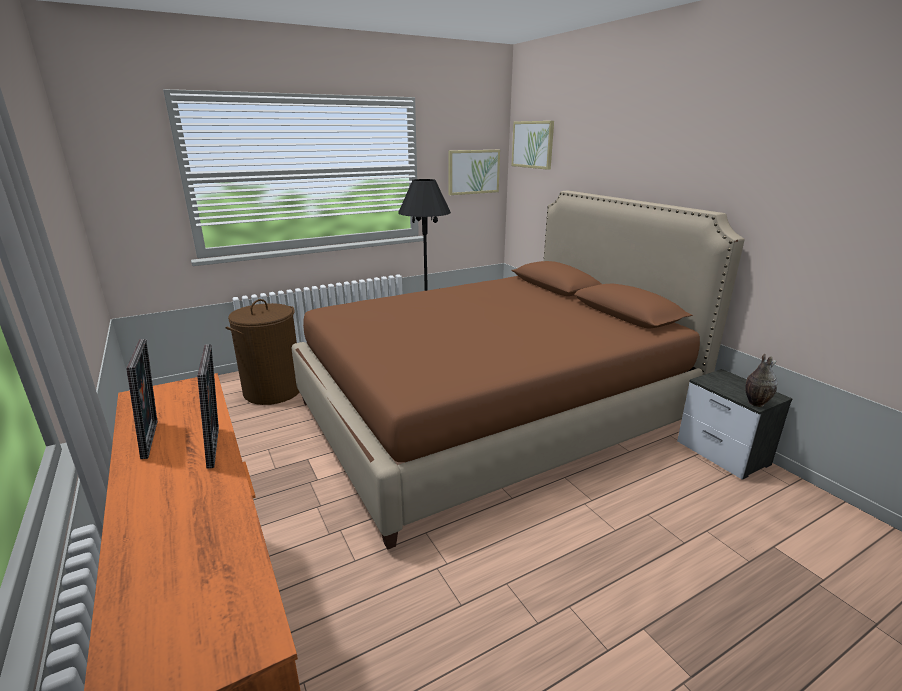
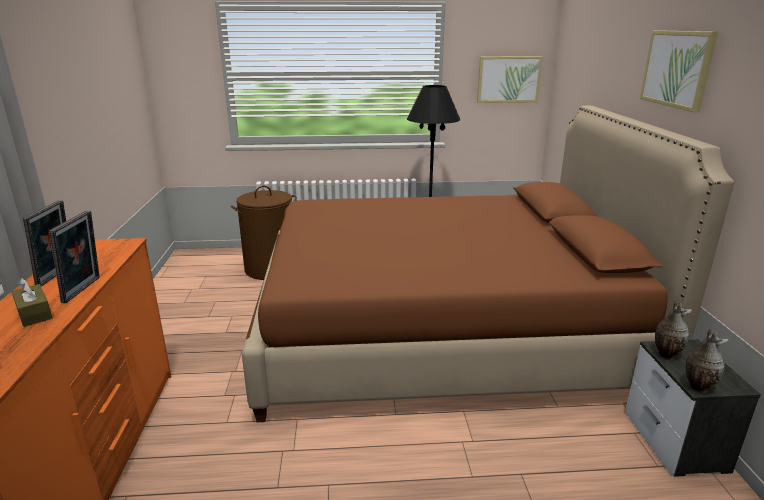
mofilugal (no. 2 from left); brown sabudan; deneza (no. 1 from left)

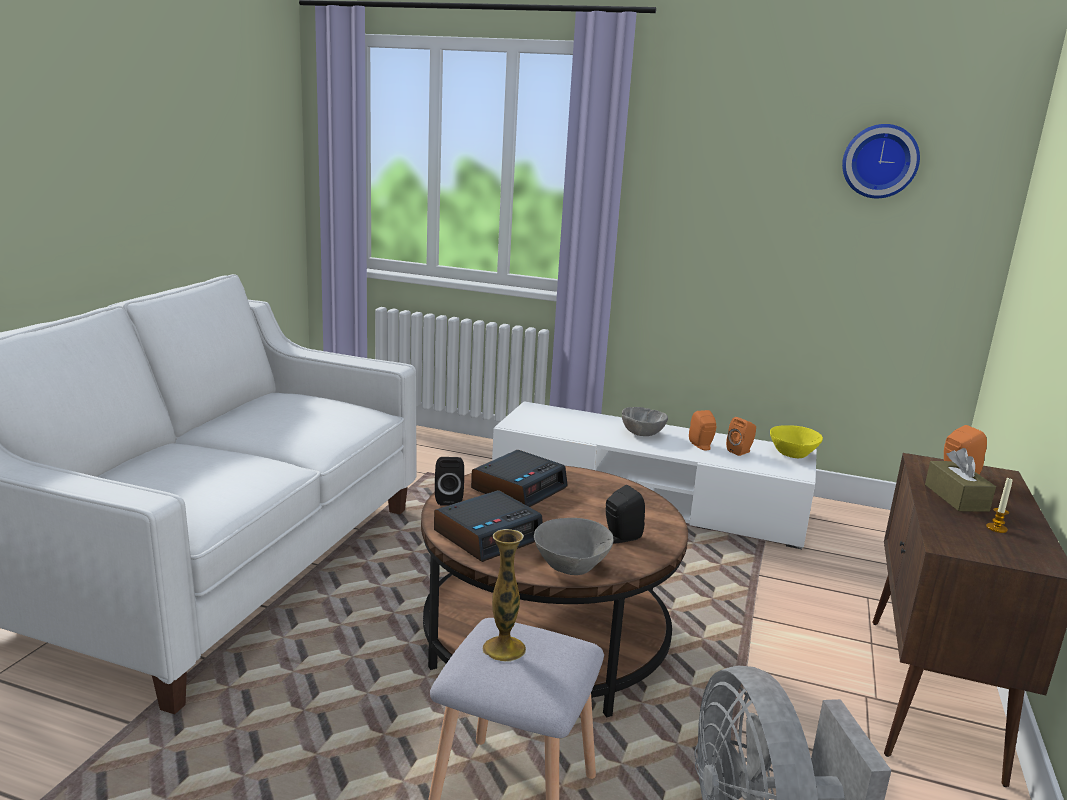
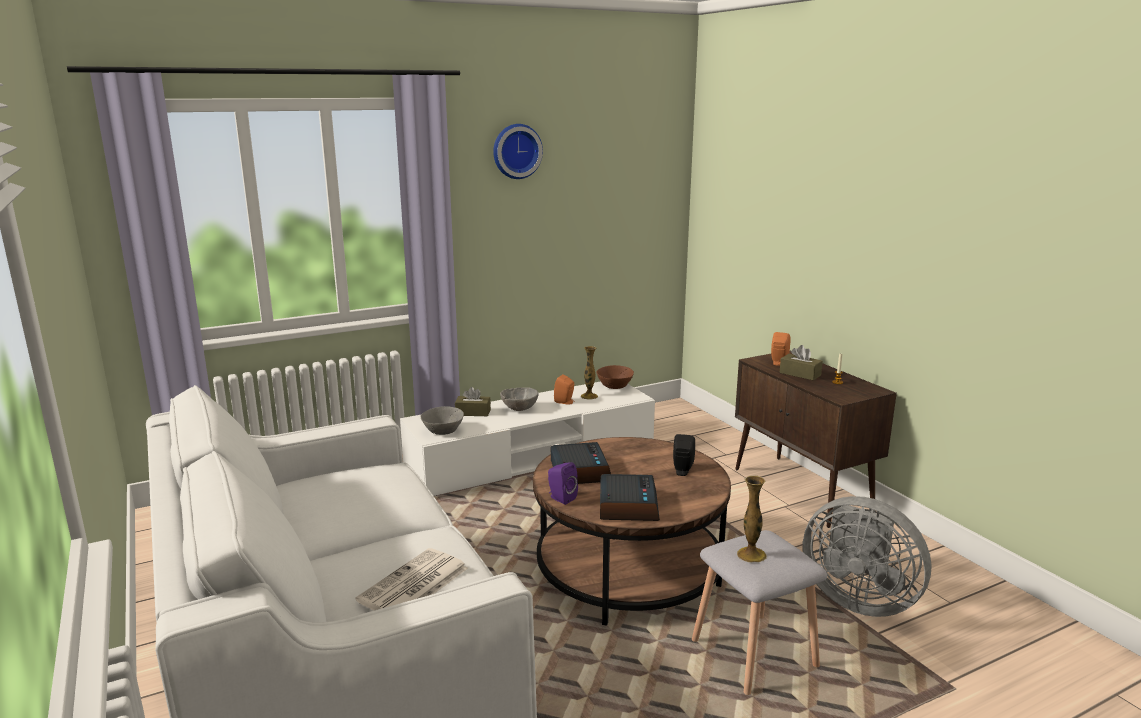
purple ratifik; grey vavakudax (no. 1 from left); deneza (no. 1 from left); brown vavakudax; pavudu; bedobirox; brown sabudan (no. 1 from left)

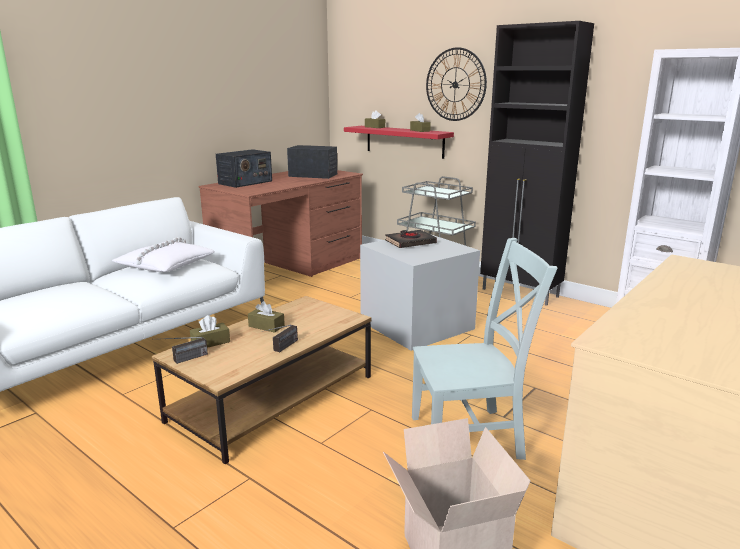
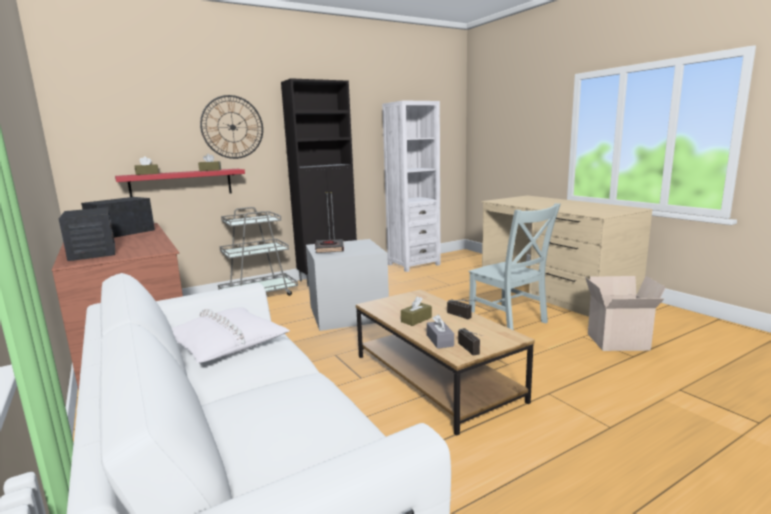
grey sabudan; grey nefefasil

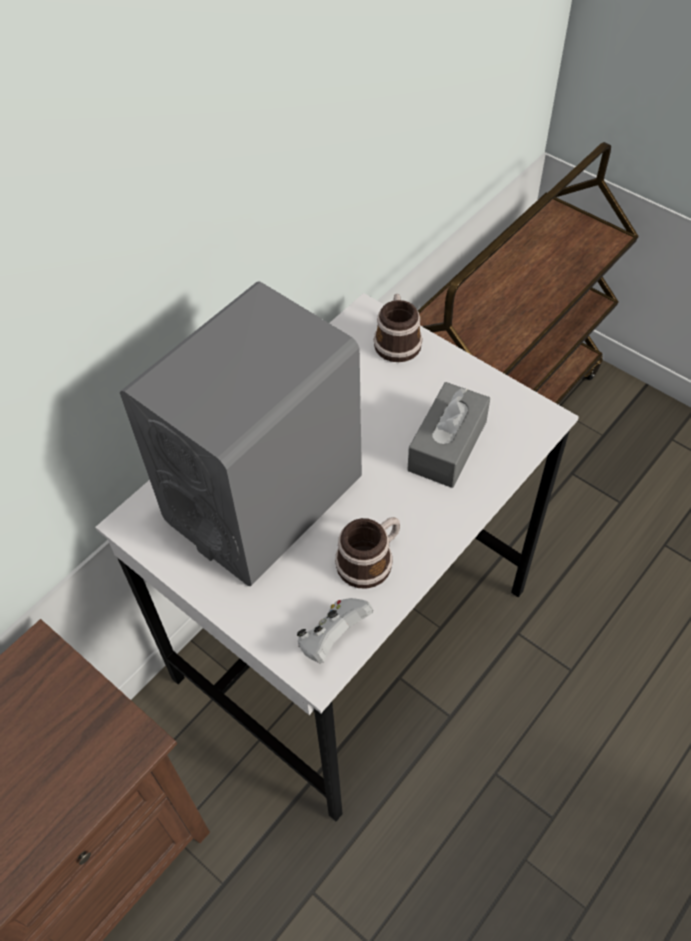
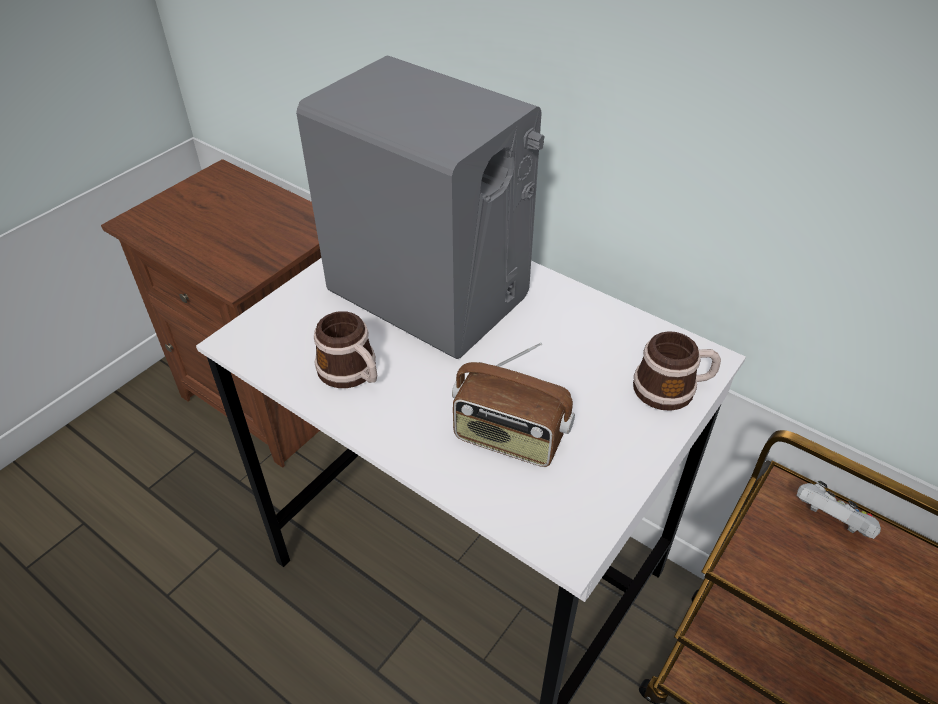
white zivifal; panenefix

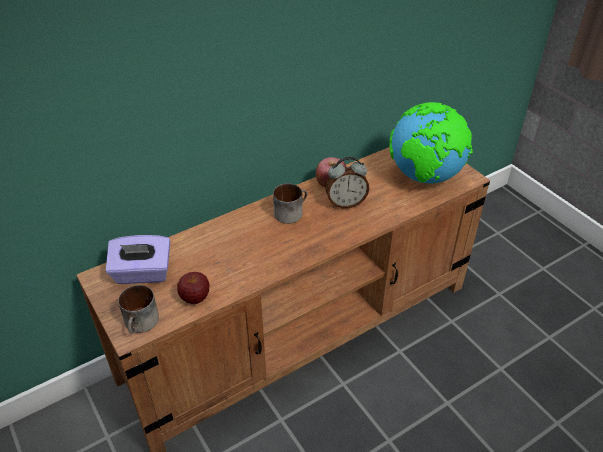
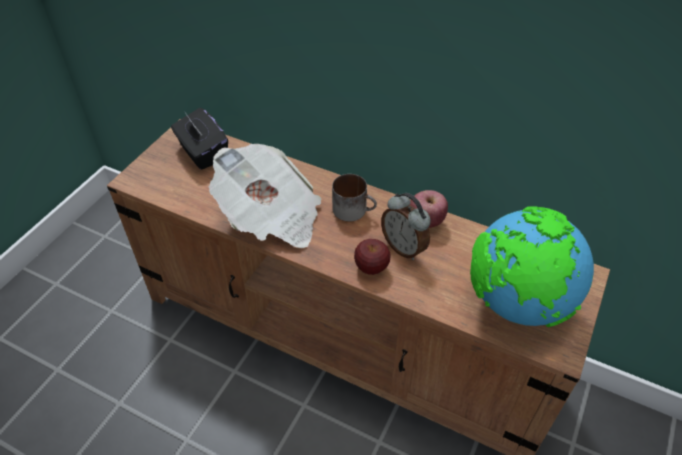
black sabudan; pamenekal (no. 1 from left in the first image); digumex (no. 1 from left); bedobirox

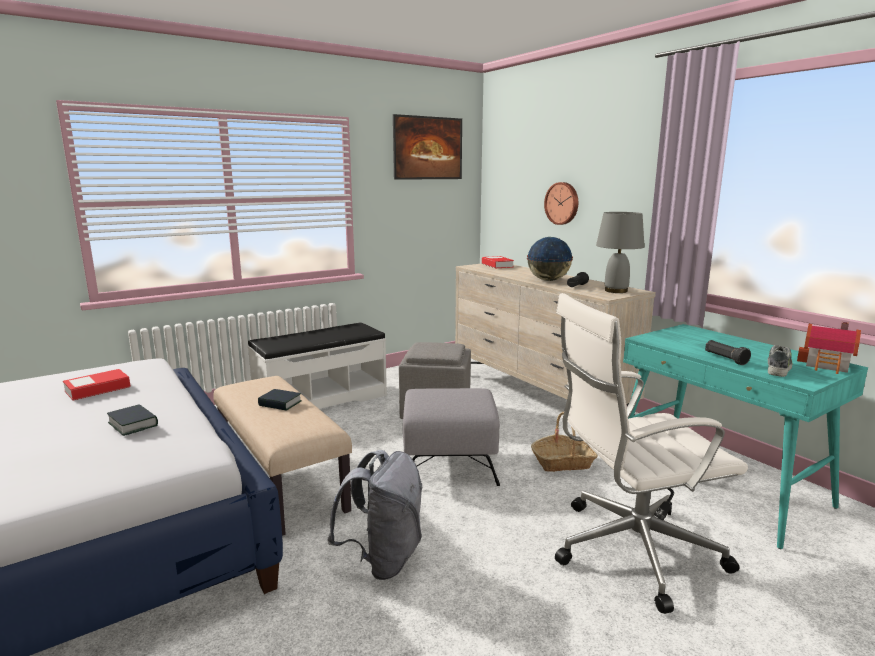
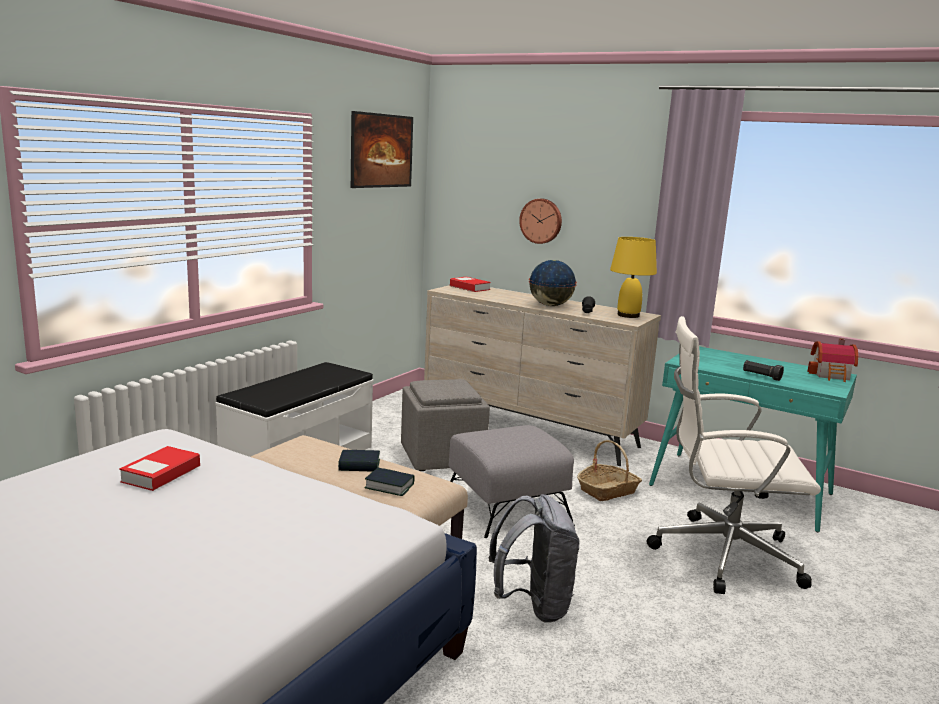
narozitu (no. 3 from left); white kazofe; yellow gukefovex; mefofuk

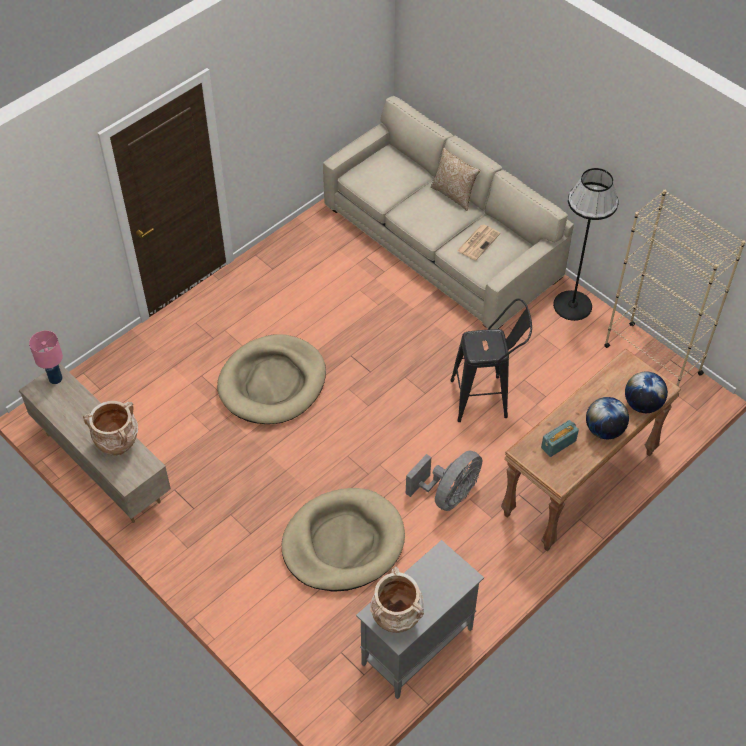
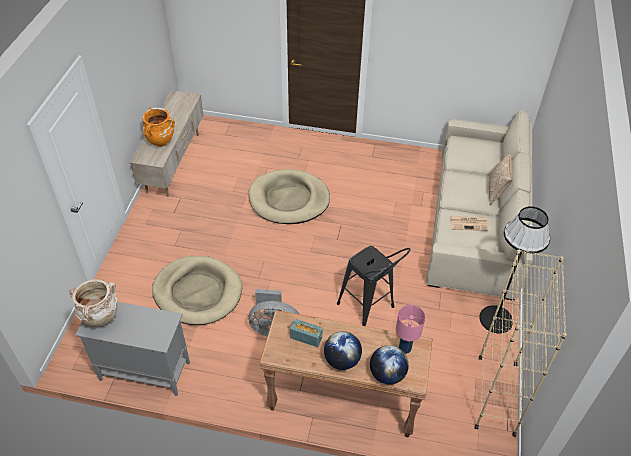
pink gukefovex; orange deneza

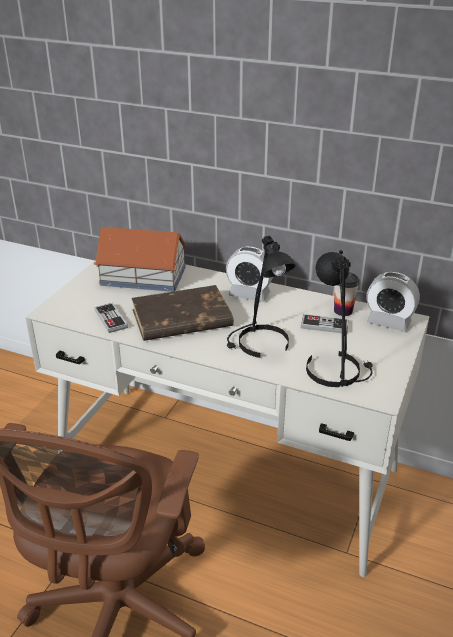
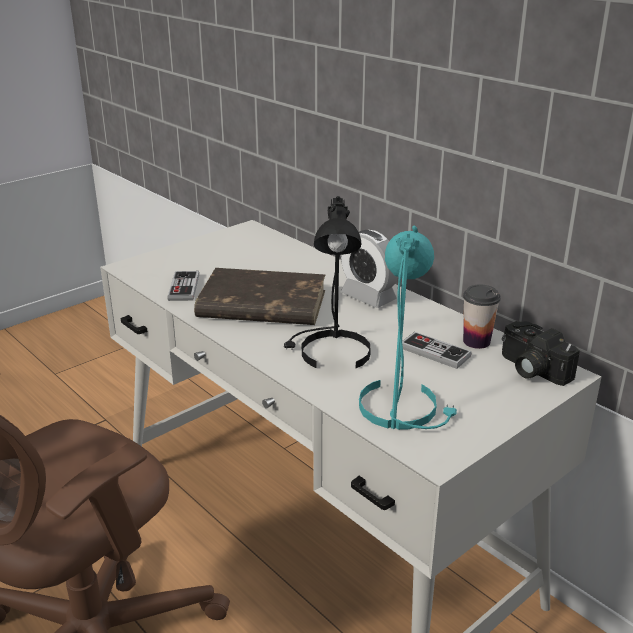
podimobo; turquoise gukefovex; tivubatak

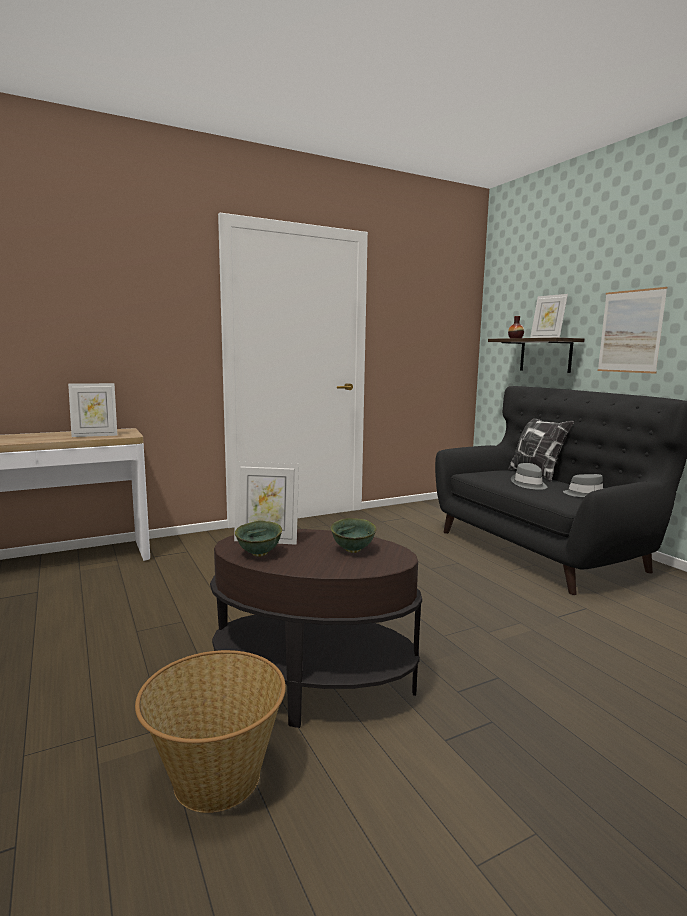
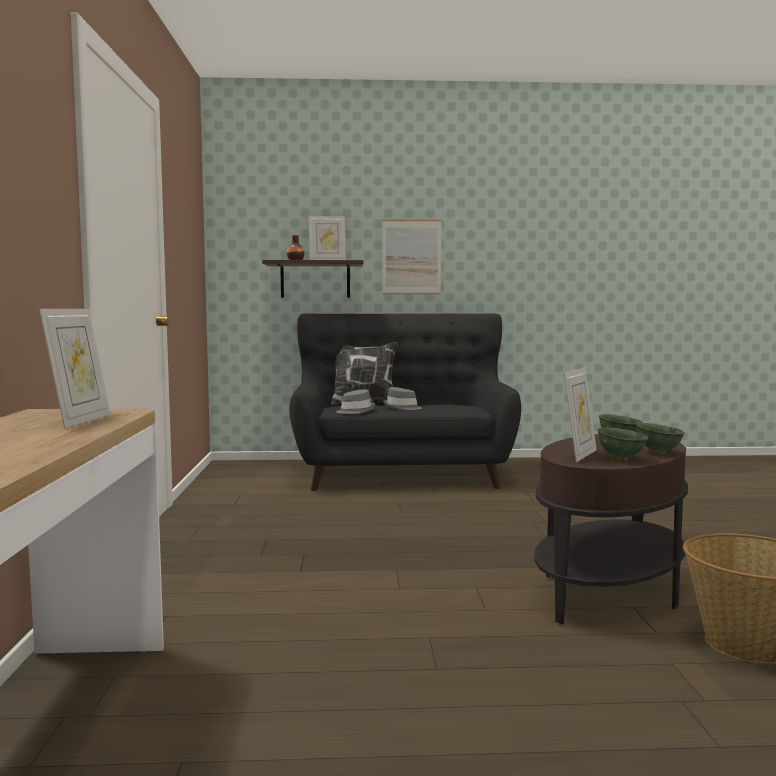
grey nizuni (no. 1 from left); green vavakudax (no. 3 from left)

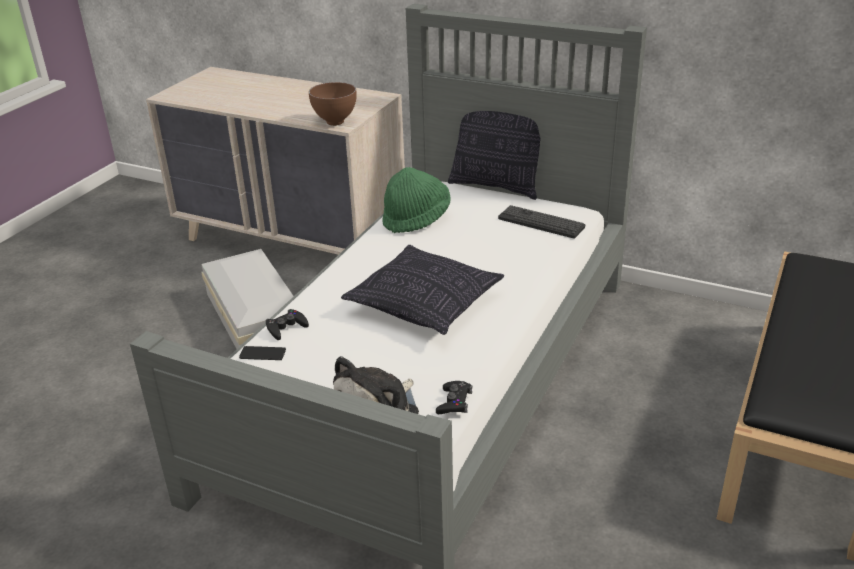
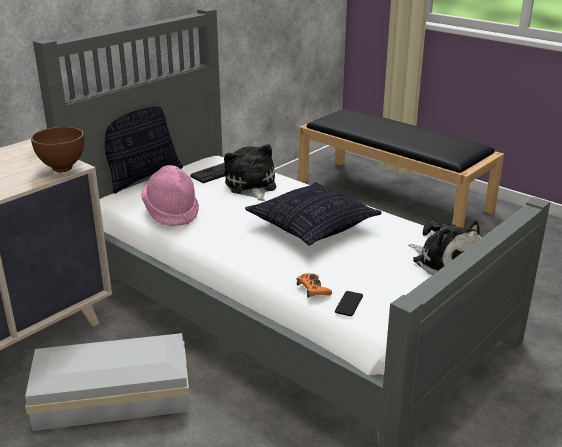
orange zivifal; pink nizuni; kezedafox (no. 1 from left)

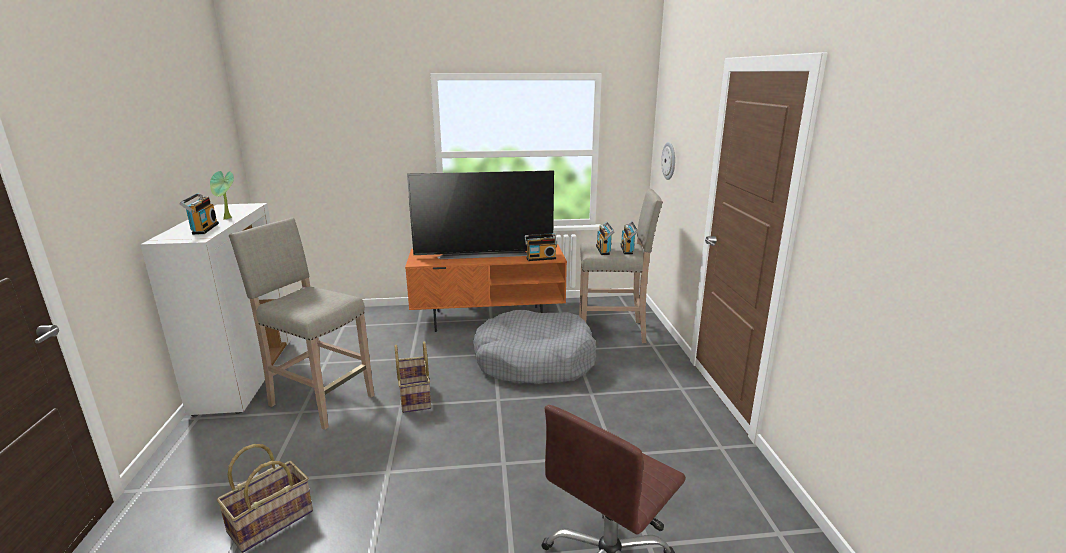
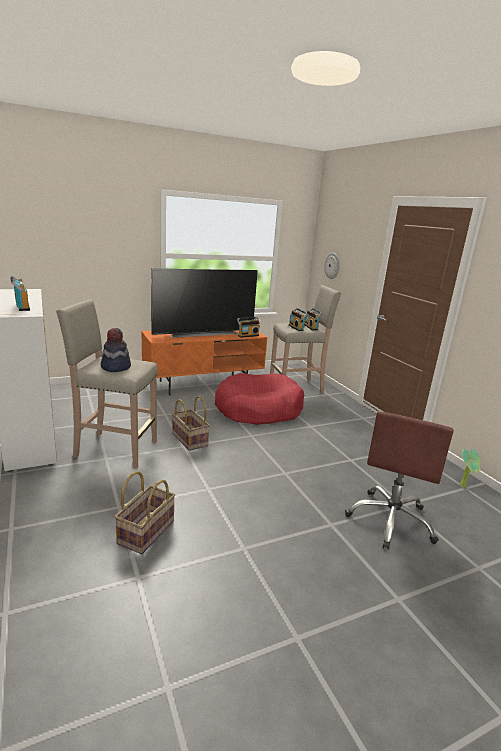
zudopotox; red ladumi; nizuni

